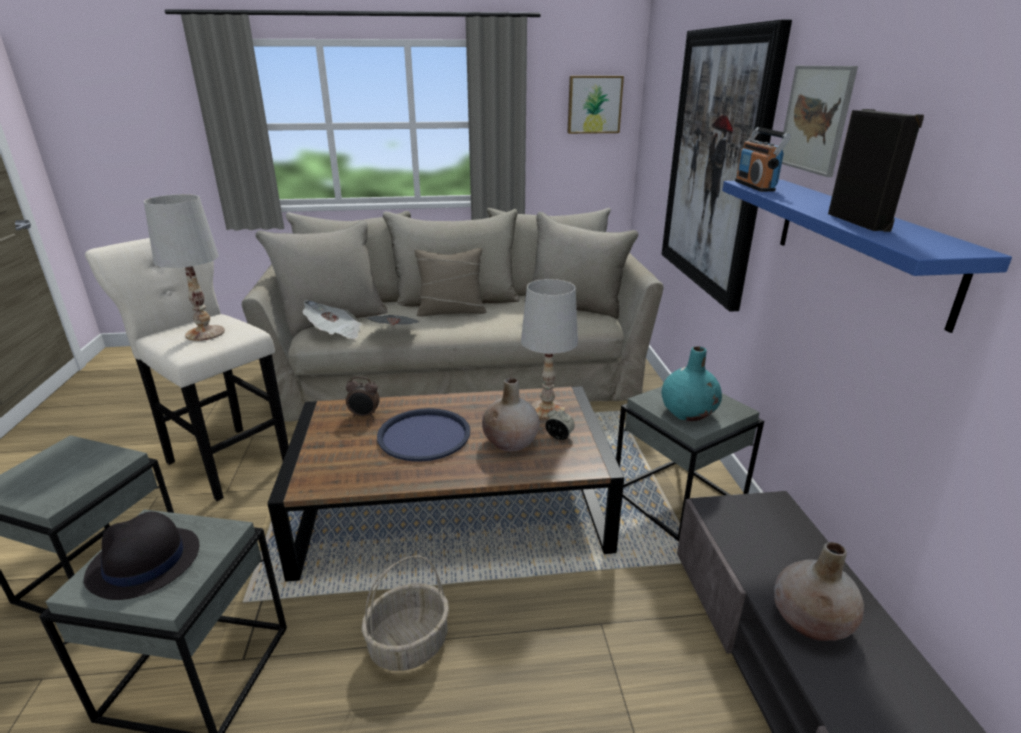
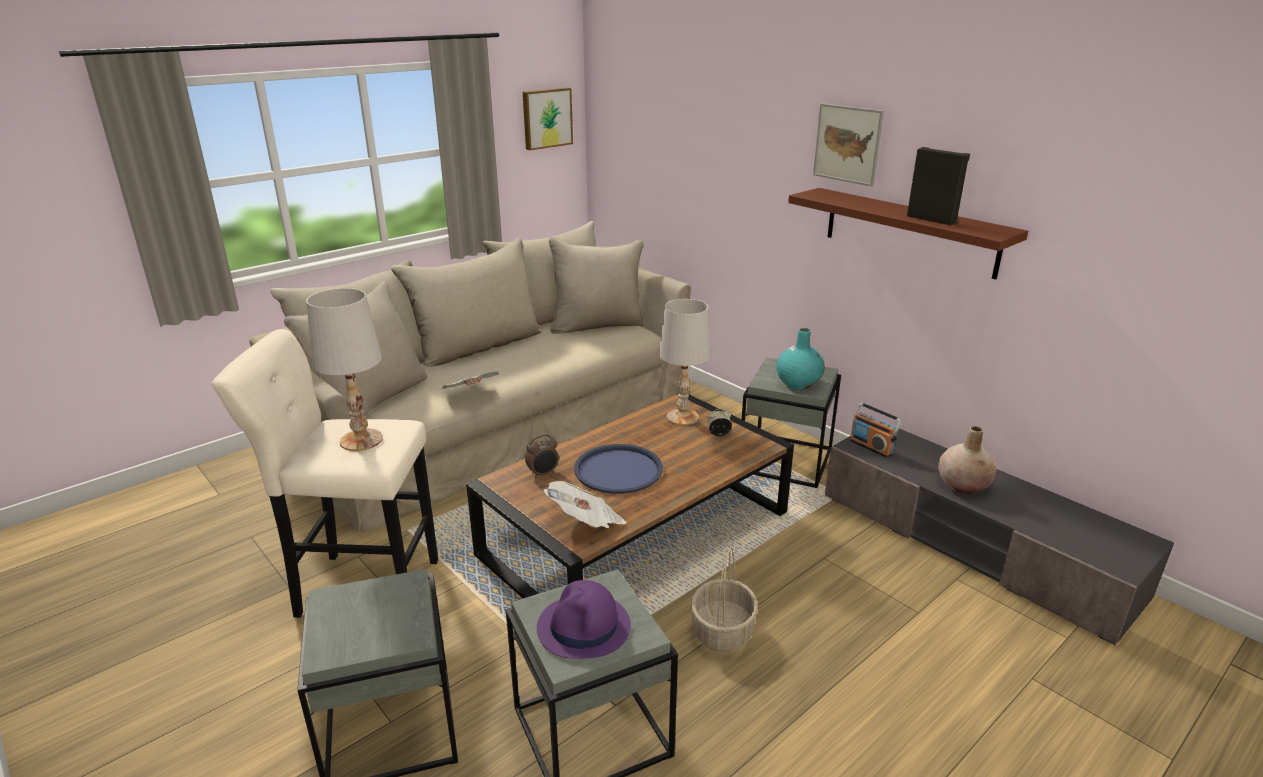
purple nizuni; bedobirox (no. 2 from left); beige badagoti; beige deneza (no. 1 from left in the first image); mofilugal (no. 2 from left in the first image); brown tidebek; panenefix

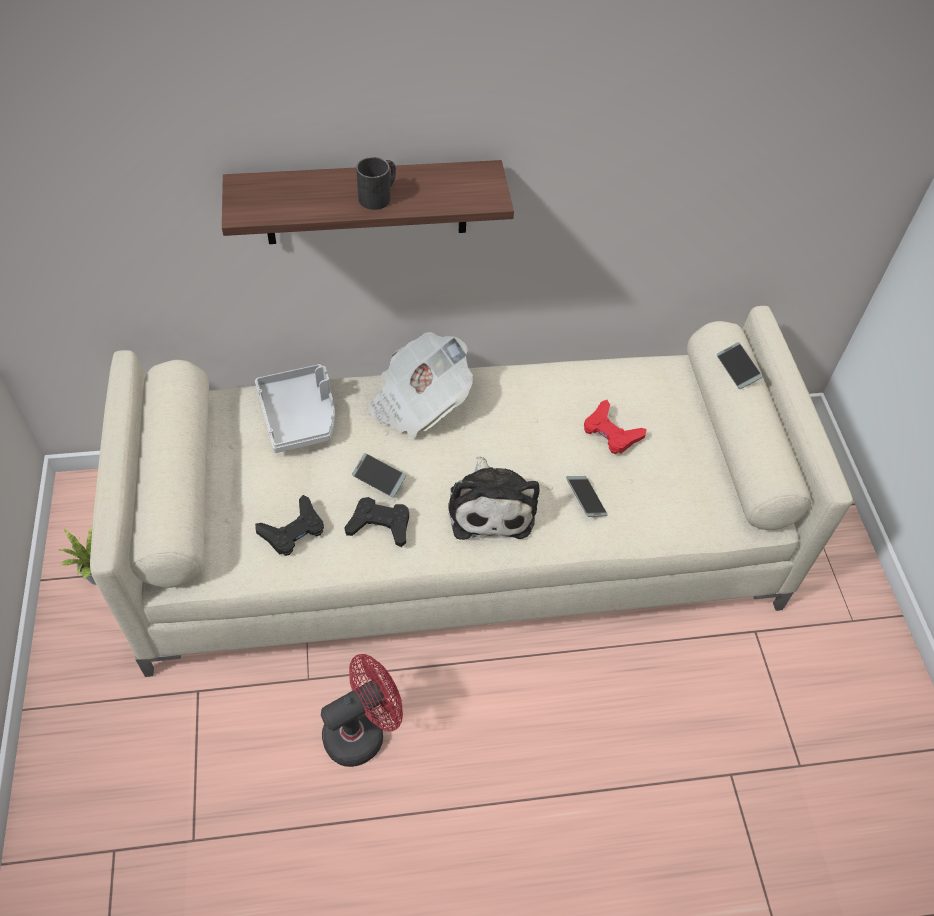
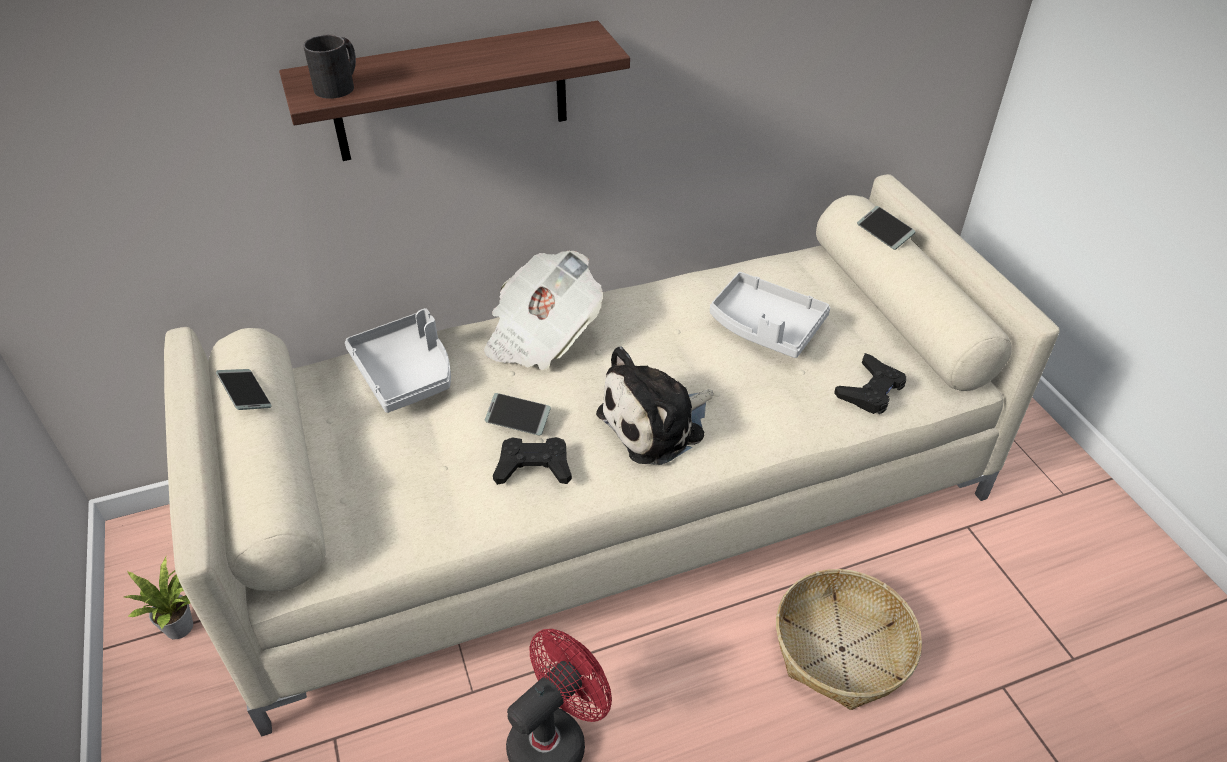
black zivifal (no. 2 from left); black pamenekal; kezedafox; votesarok (no. 1 from left); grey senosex (no. 2 from left); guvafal

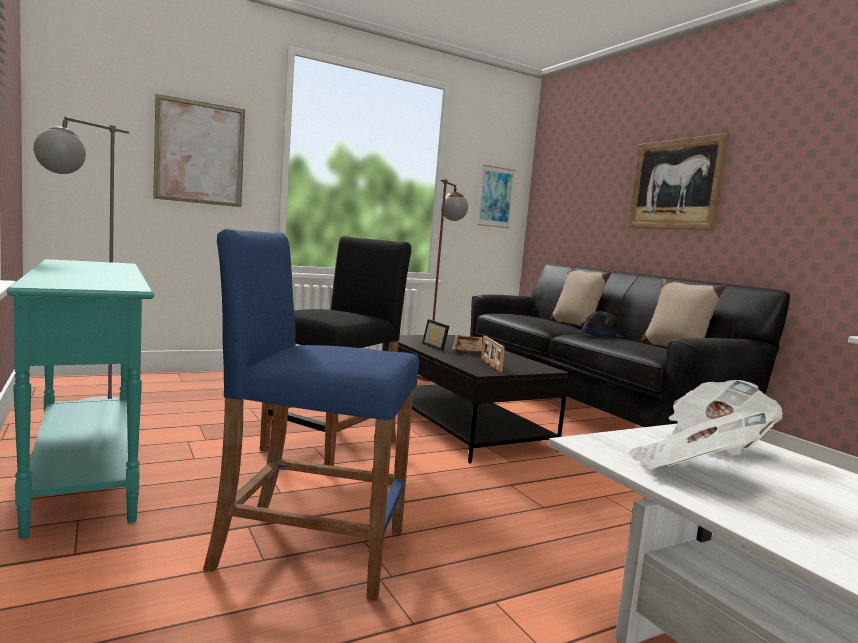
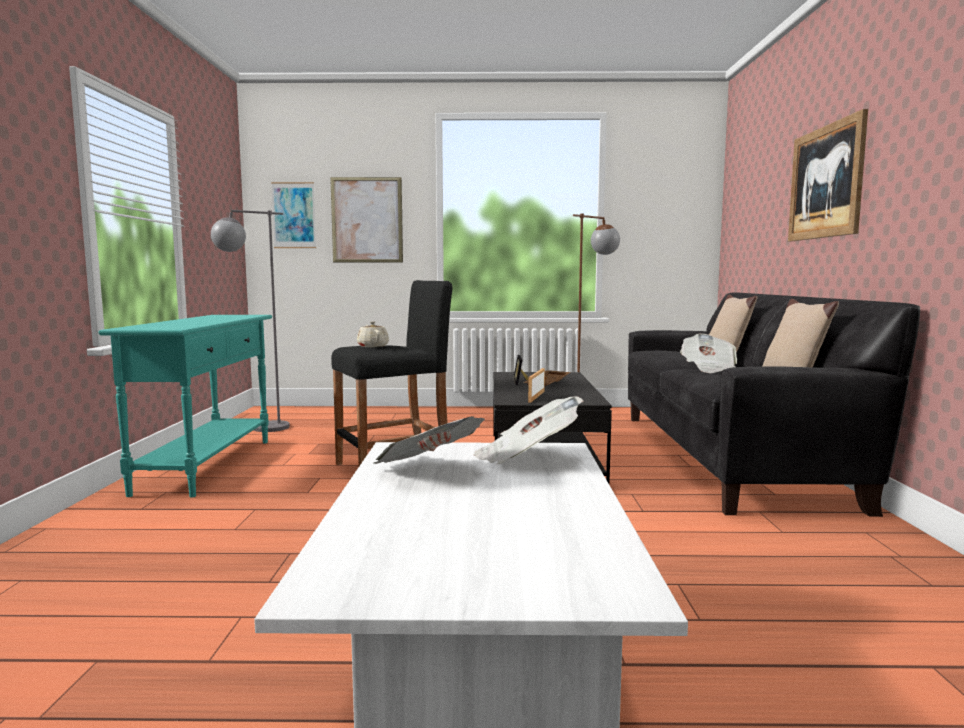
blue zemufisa; mofilugal (no. 1 from left); bedobirox (no. 3 from left); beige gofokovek

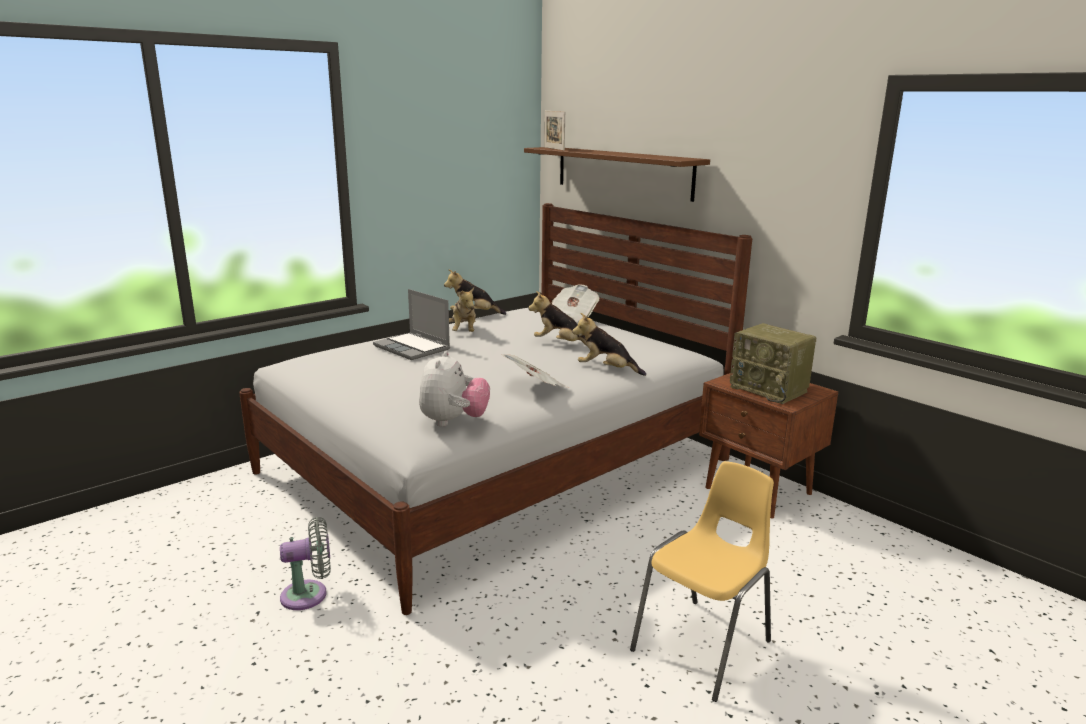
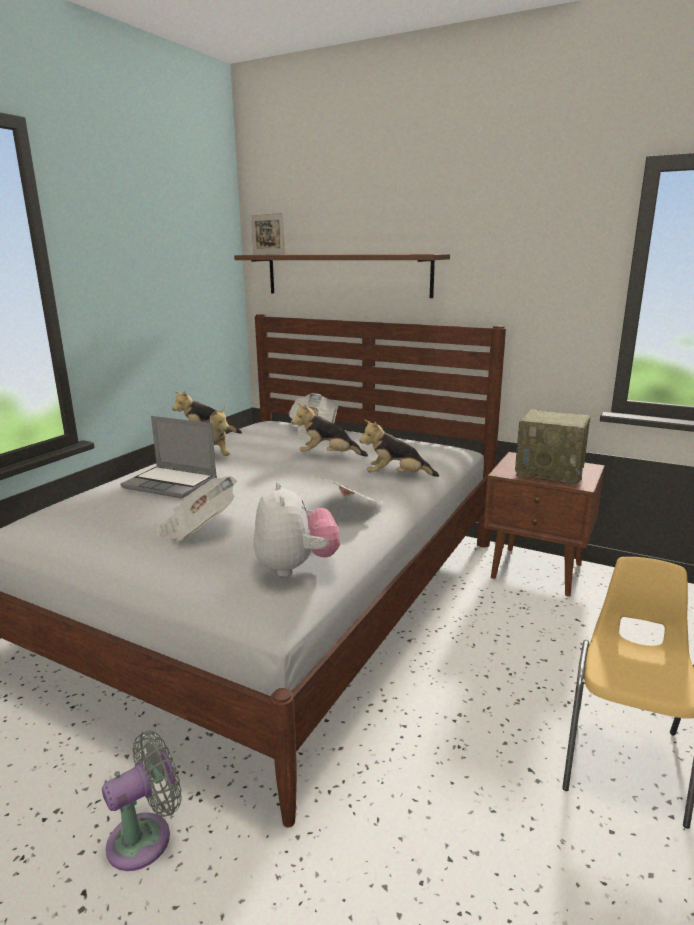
bedobirox (no. 1 from left)

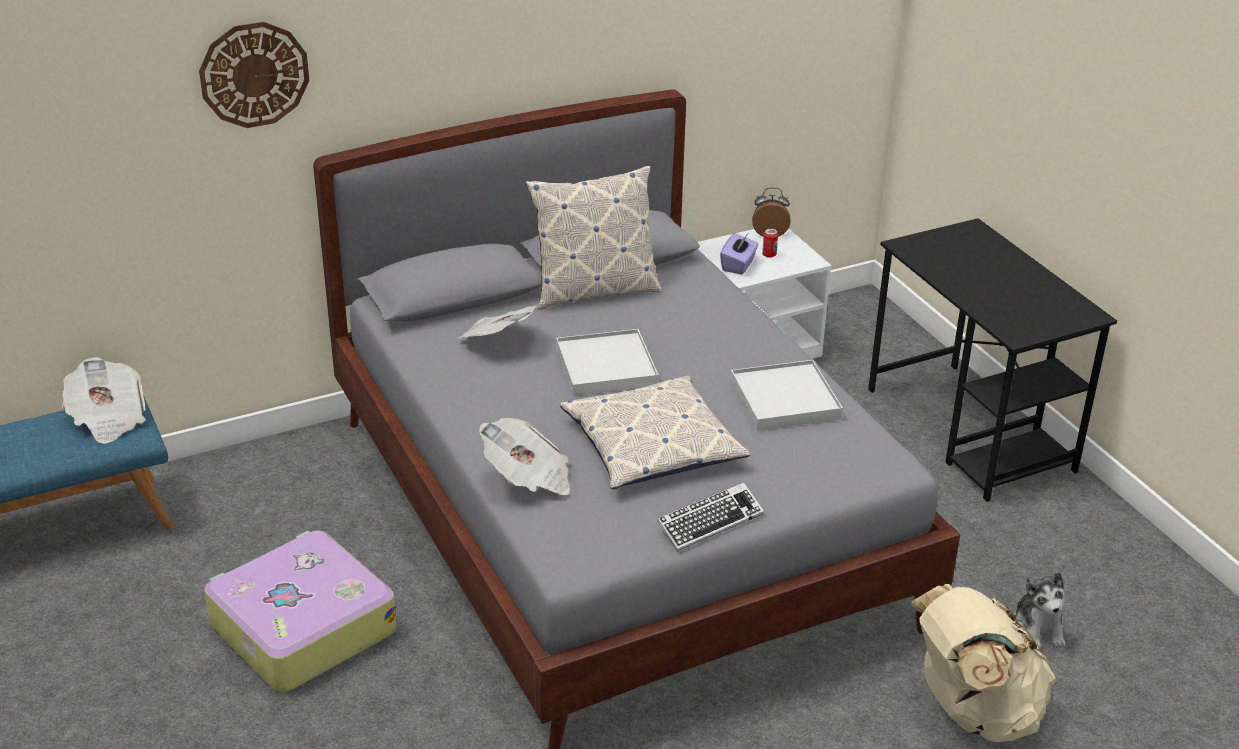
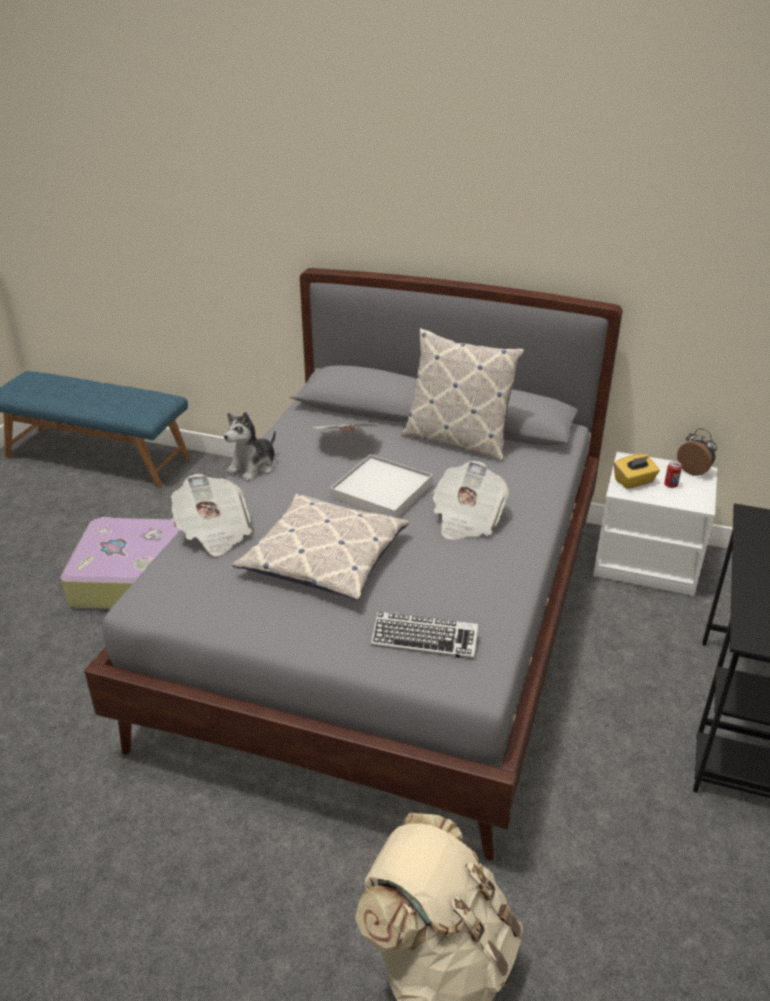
bedobirox (no. 3 from left); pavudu; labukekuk; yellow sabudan; white senosex (no. 2 from left in the first image); kezedafox

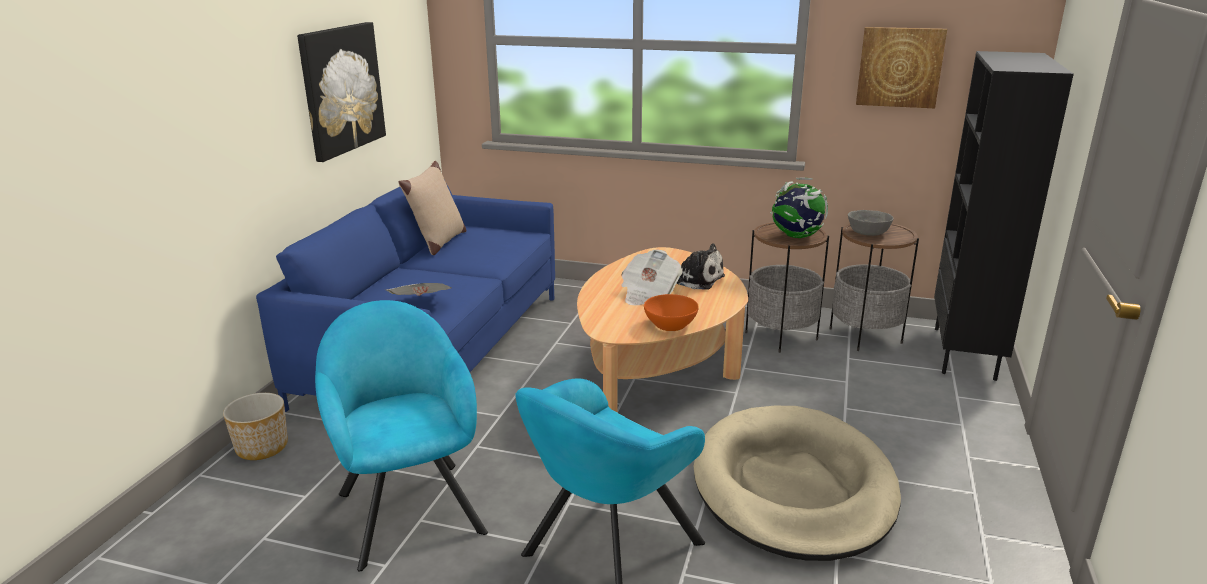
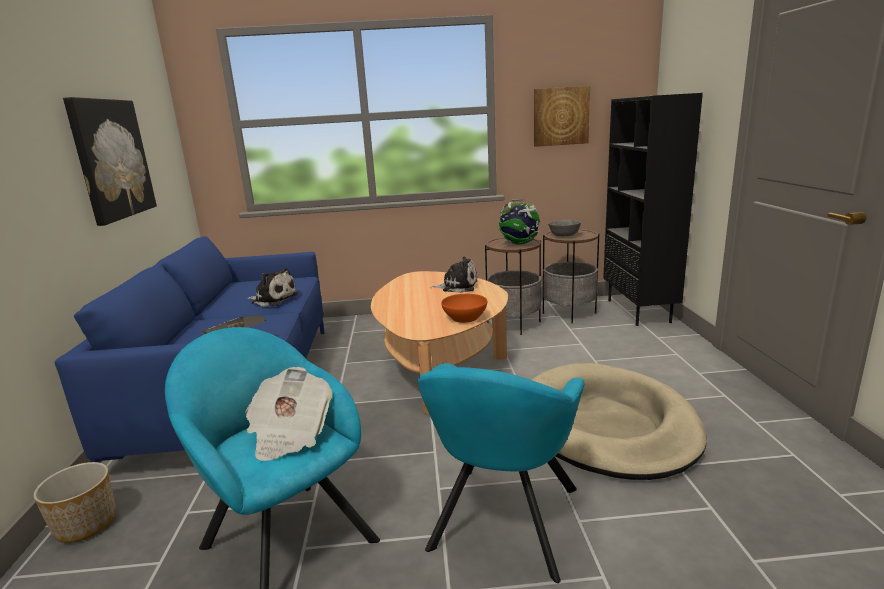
beige badagoti; bedobirox (no. 2 from left); kezedafox (no. 1 from left)

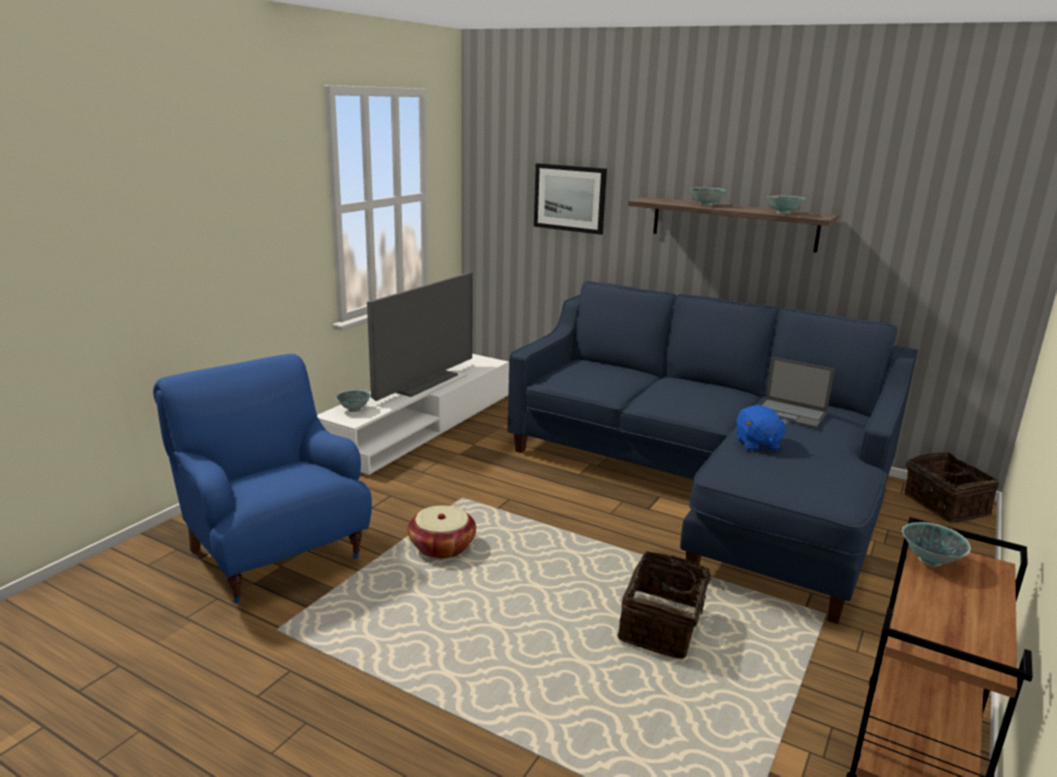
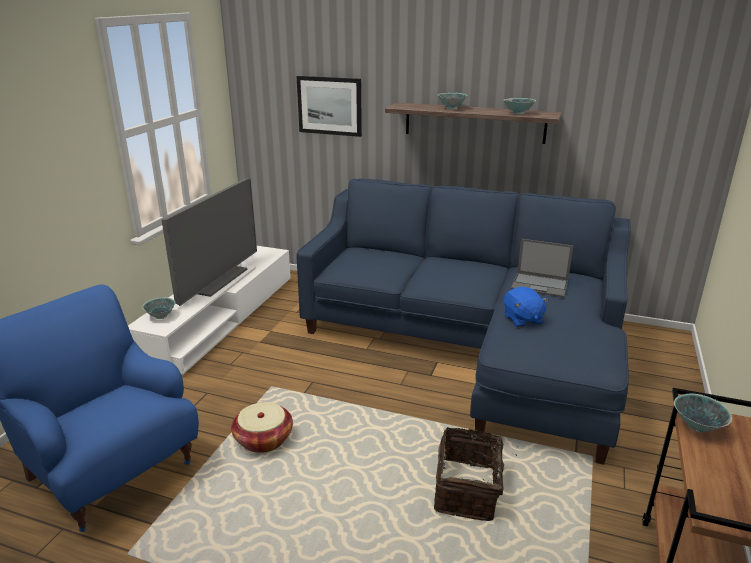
guvafal (no. 3 from left in the first image)

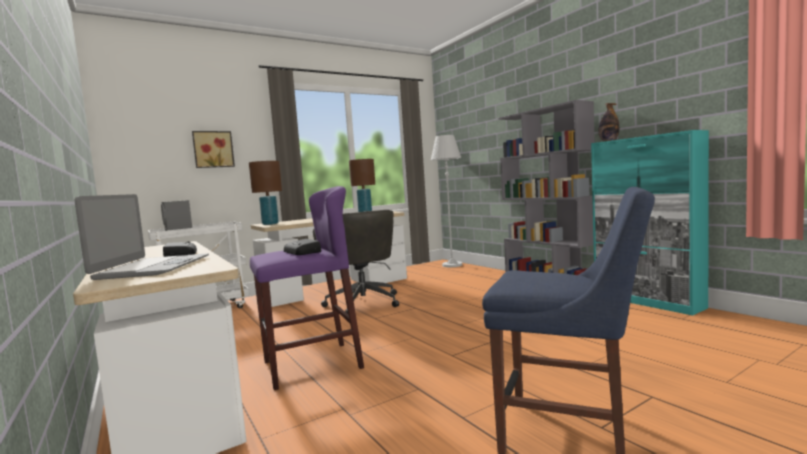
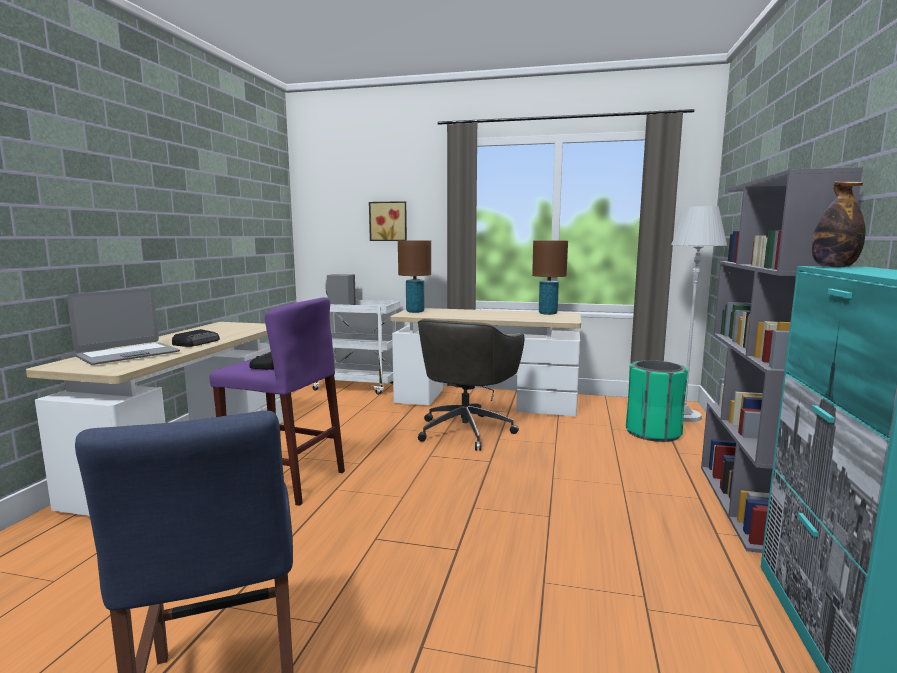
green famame

